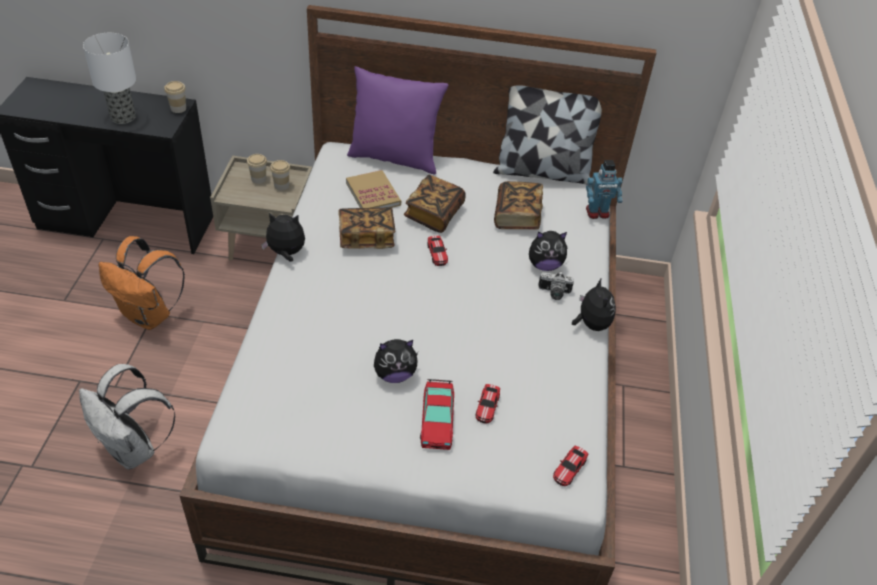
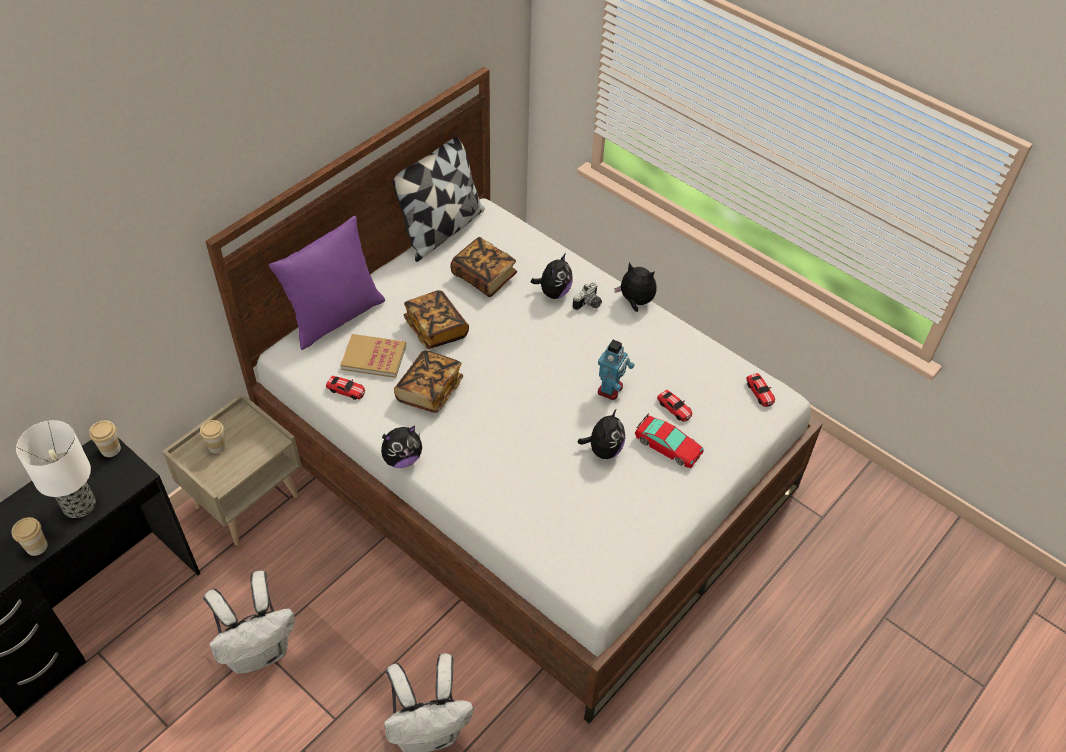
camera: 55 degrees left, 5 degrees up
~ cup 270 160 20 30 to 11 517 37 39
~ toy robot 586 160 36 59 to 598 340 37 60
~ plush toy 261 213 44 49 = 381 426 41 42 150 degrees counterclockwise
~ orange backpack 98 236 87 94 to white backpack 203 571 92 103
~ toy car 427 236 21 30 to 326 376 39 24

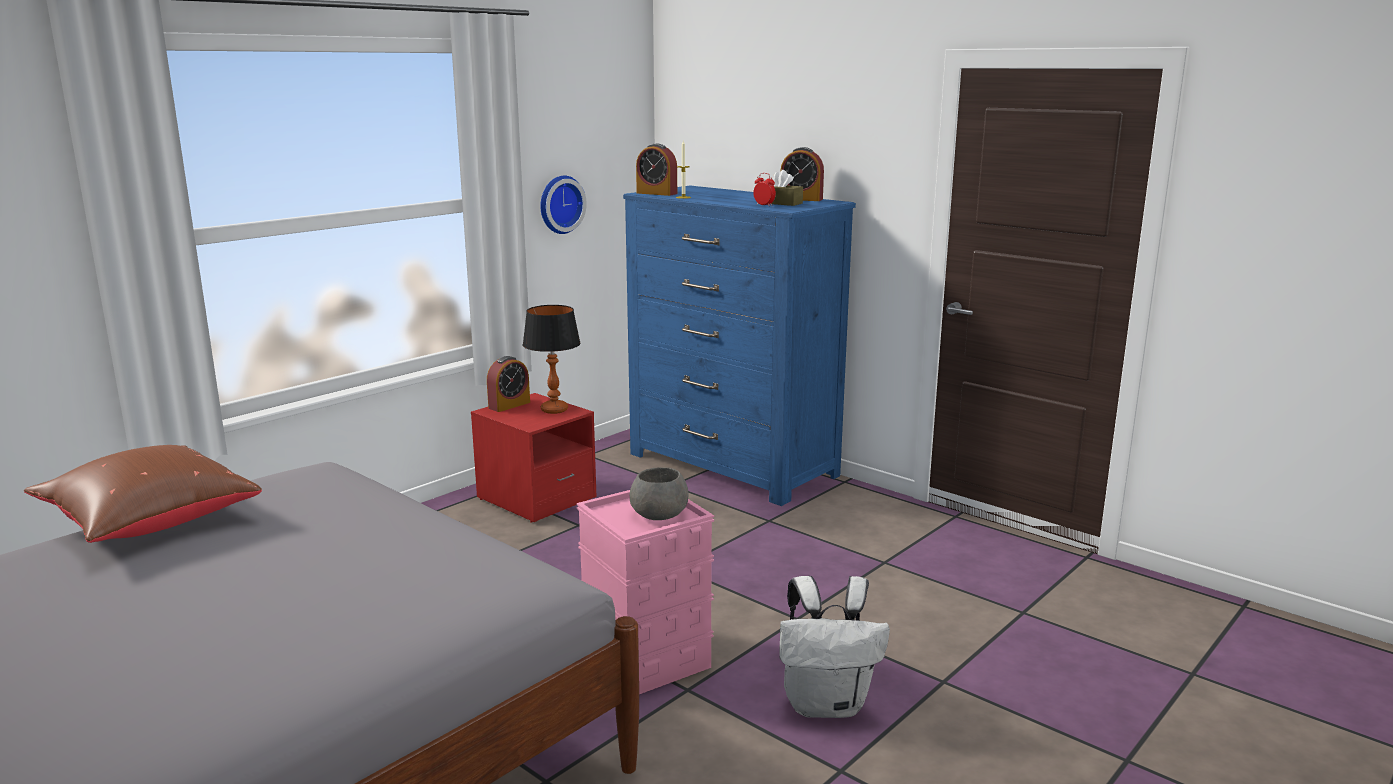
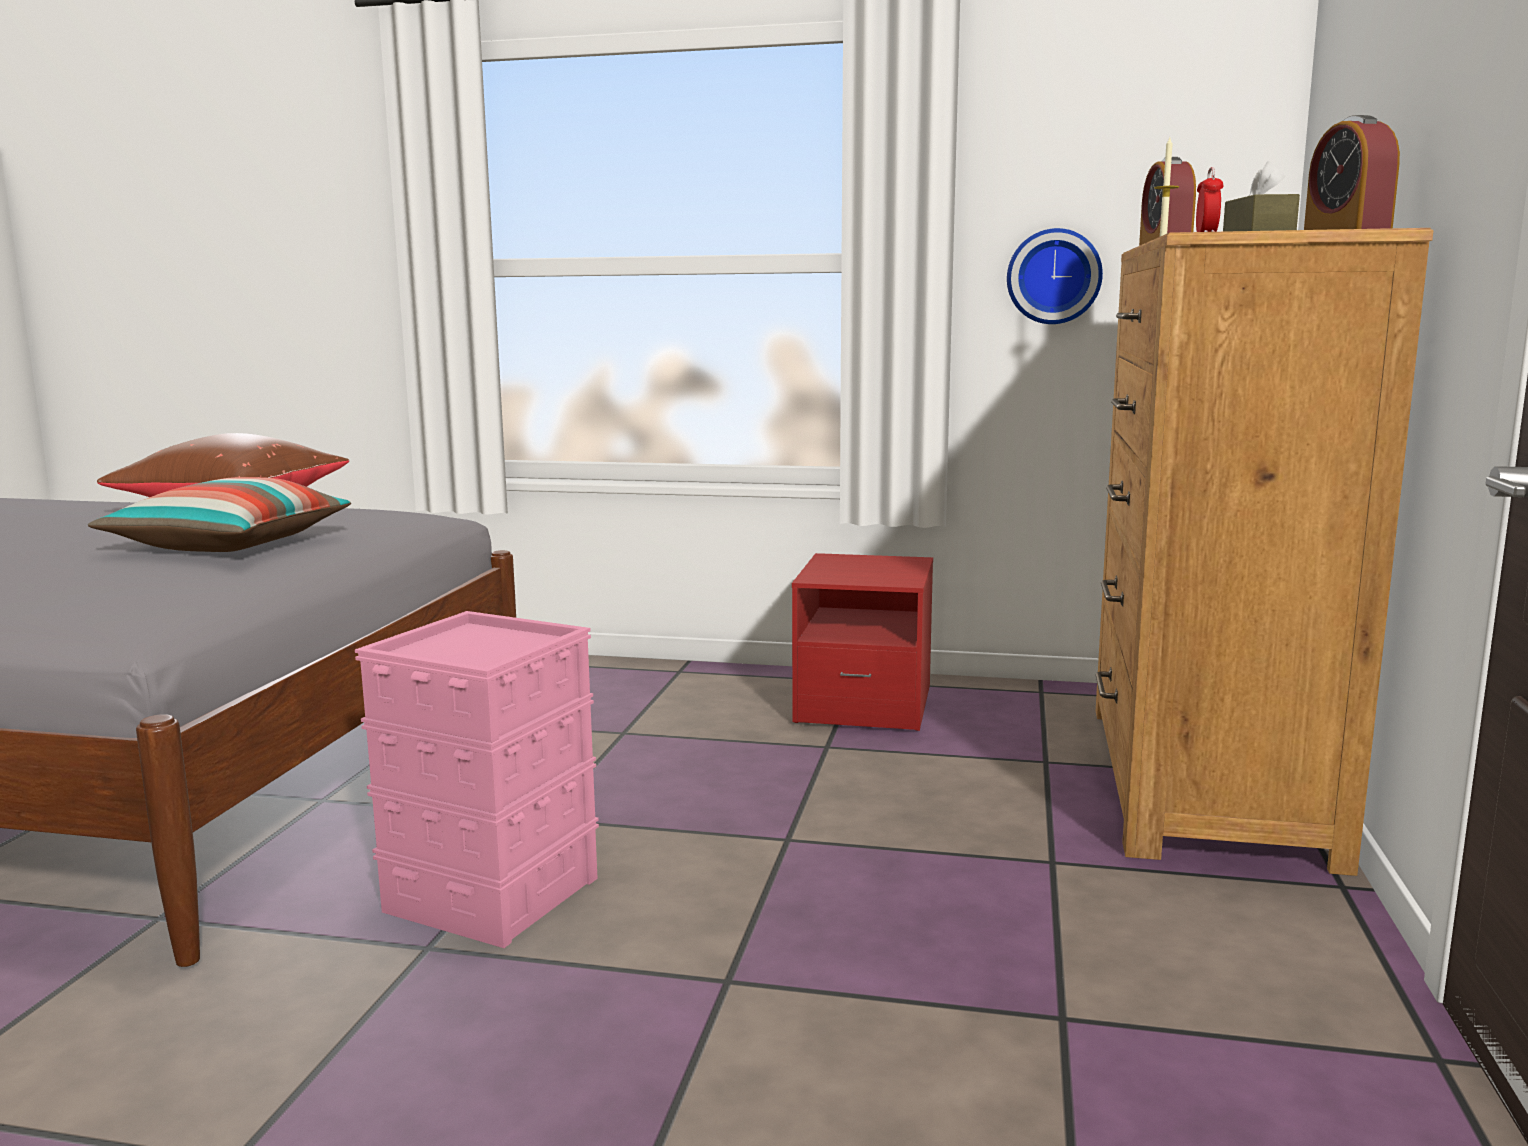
camera: 60 degrees right, 5 degrees down
~ blue dresser 623 186 233 320 to brown dresser 1096 228 337 648
- table lamp 523 305 58 109
- alarm clock 487 356 43 56
- grey bowl 630 467 58 53
- white backpack 779 576 111 142
+ pillow 88 477 263 75

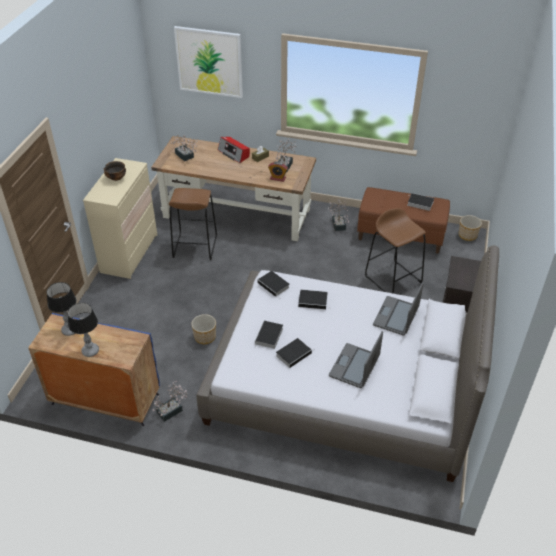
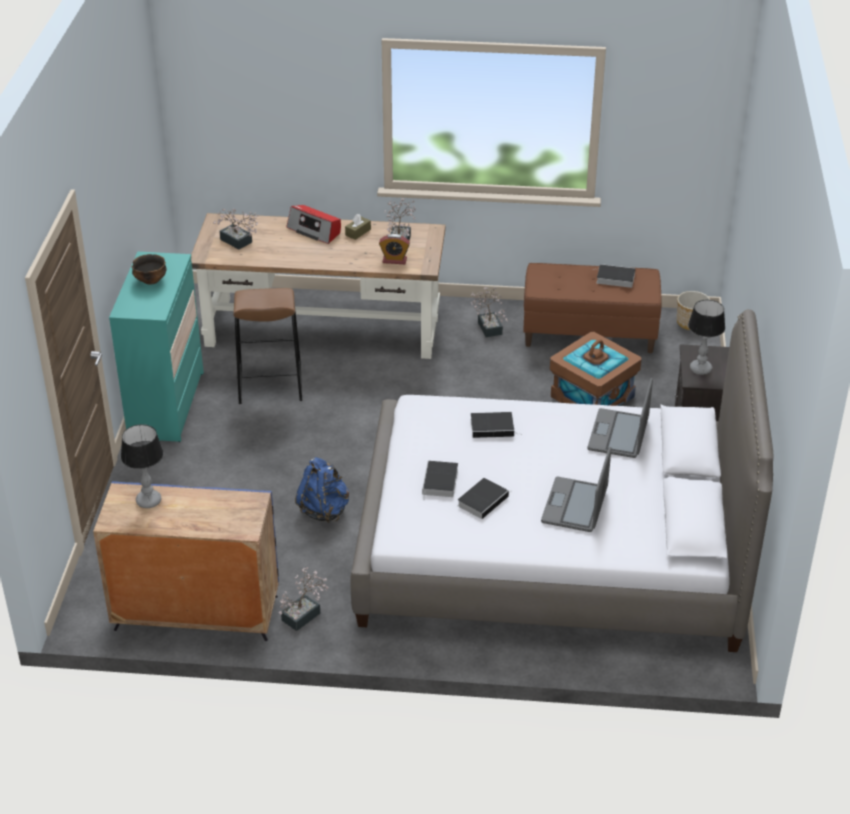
camera: 10 degrees left, 5 degrees down
- picture 174 26 69 72
~ beige dresser 83 158 74 121 to turquoise dresser 109 252 95 190
~ brown stool 365 208 61 86 to brown storage box 550 332 91 74
- book 258 271 32 27
~ table lamp 68 302 31 55 to 688 300 37 75
~ planter 191 314 25 30 to blue backpack 295 457 54 66

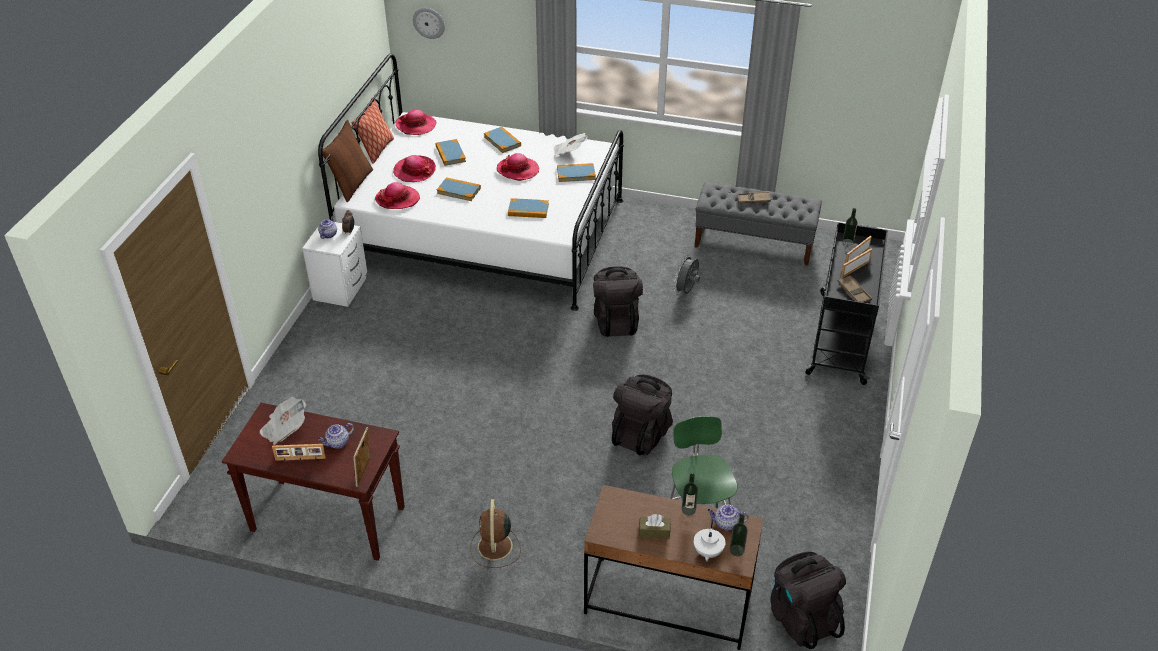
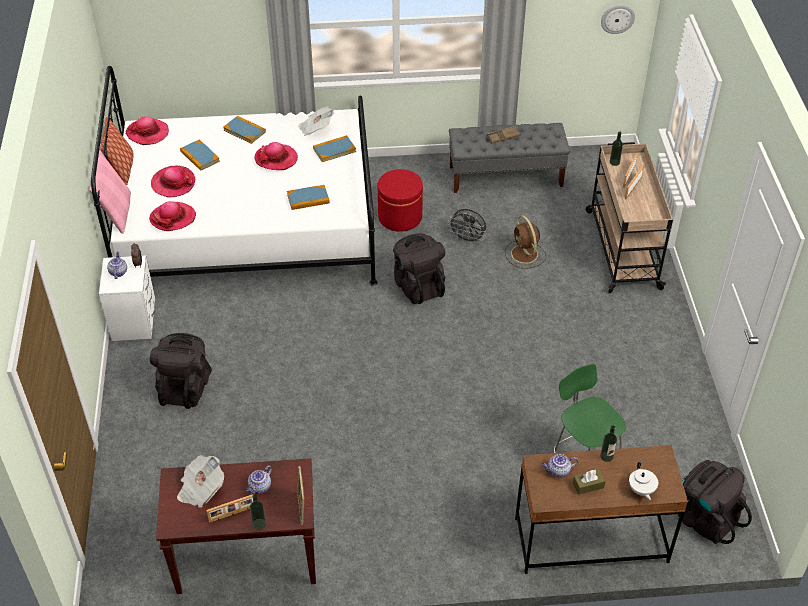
camera: 20 degrees left, 5 degrees up
~ wall clock 413 8 32 31 to 601 5 34 29
~ brown pillow 323 120 50 82 to pink pillow 89 149 42 85
- book 437 177 44 24
~ black cart 805 222 83 163 to beige cart 586 142 87 151
~ grey fan 674 254 26 40 = 448 209 38 35 75 degrees counterclockwise
- brown tray 837 275 35 28
~ black backpack 612 375 61 80 to 150 333 62 76
~ brown fan 470 499 51 69 to 505 215 41 54
~ teapot 707 505 42 25 to 542 454 36 24
~ bottle 730 514 18 42 to 250 494 16 36
+ red ottoman 377 169 46 63

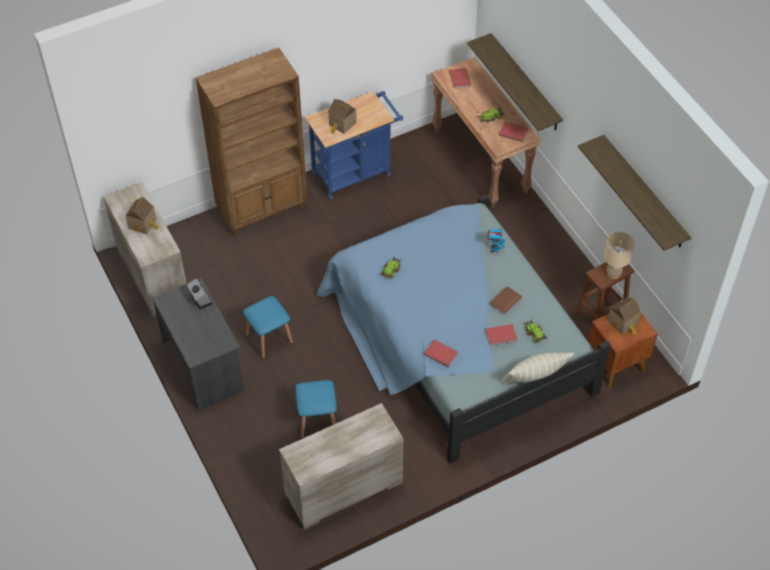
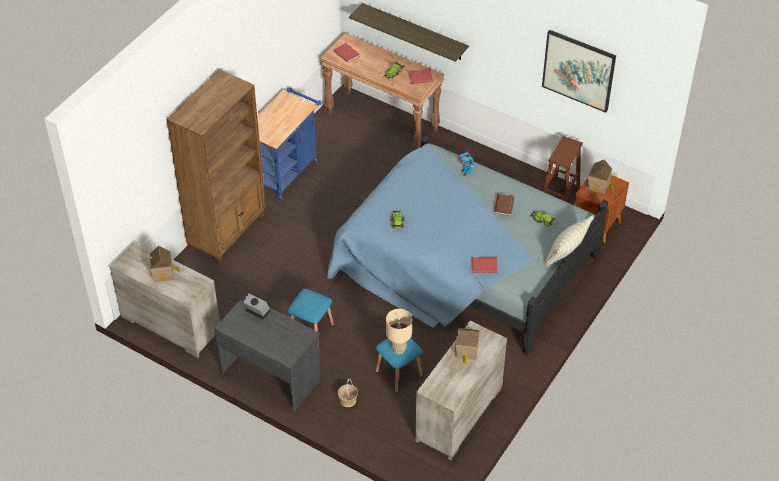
camera: 30 degrees left, 5 degrees down
~ toy house 328 99 29 35 to 455 328 24 37
~ shelf 578 135 113 116 to picture 542 30 74 83
~ beige table lamp 604 232 30 47 to 386 309 26 45
- red book 486 324 32 22
+ basket 338 379 20 28

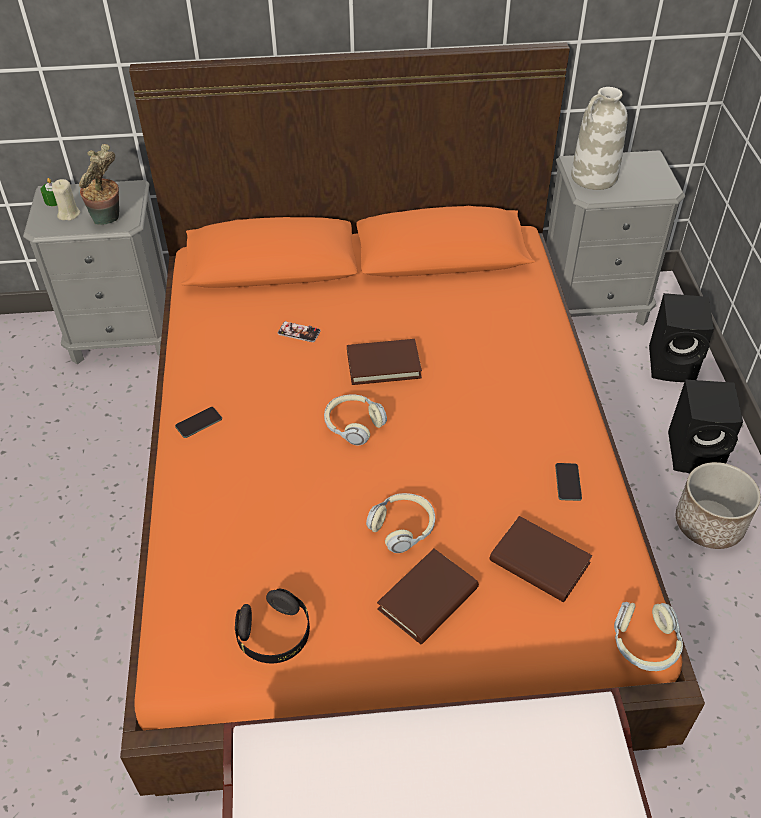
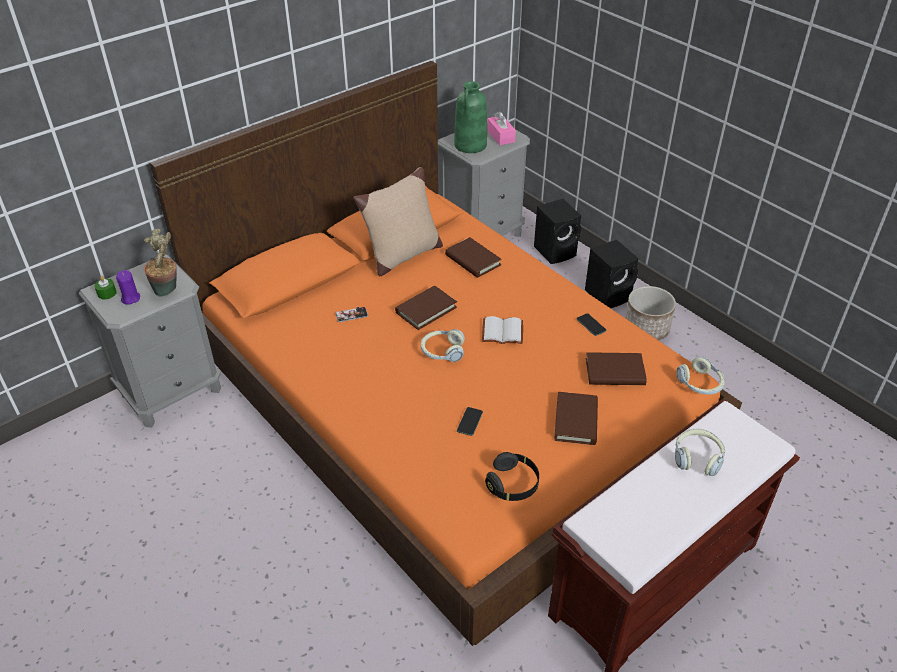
camera: 35 degrees left, 5 degrees down
~ white vase 571 87 57 103 to green vase 454 81 33 72
~ beige candle 52 179 28 42 to purple candle 116 270 24 35
~ phone 175 407 47 31 to 457 407 26 29
~ headphones 366 493 69 60 to 675 429 50 47
+ pink tissue box 487 112 29 33
+ beige pillow 353 167 90 109
+ brown book 445 237 57 41
+ white book 482 316 41 28

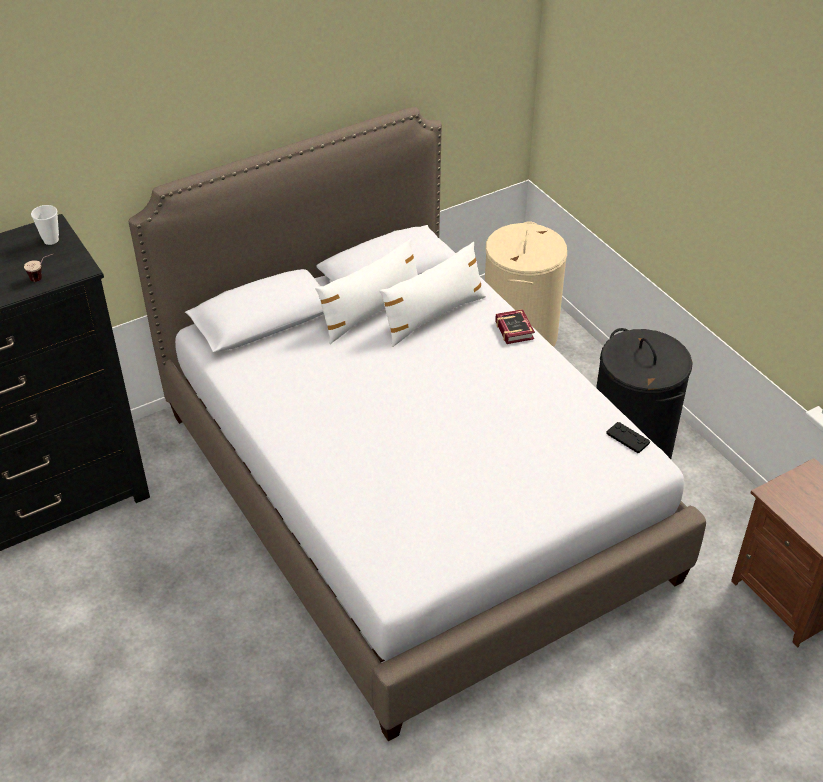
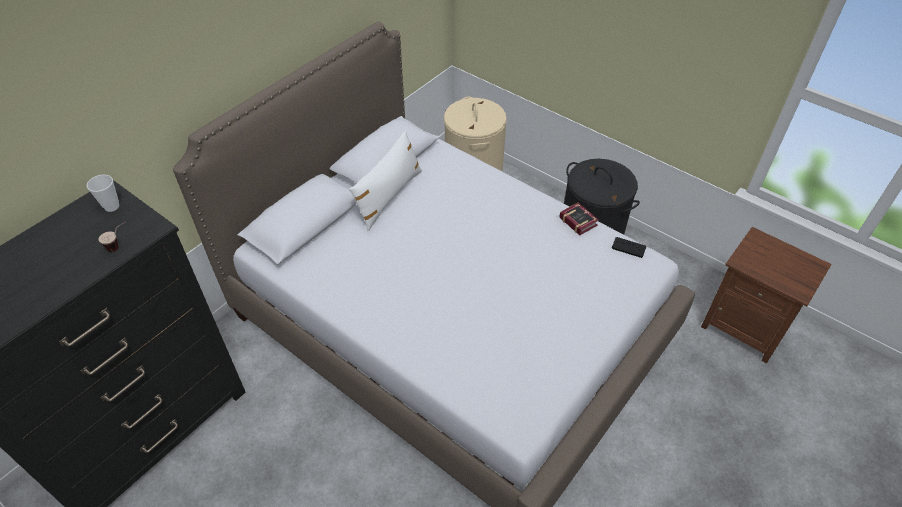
camera: 20 degrees left, 5 degrees up
- white pillow 379 242 107 105
~ book 495 309 40 35 to 559 203 40 32

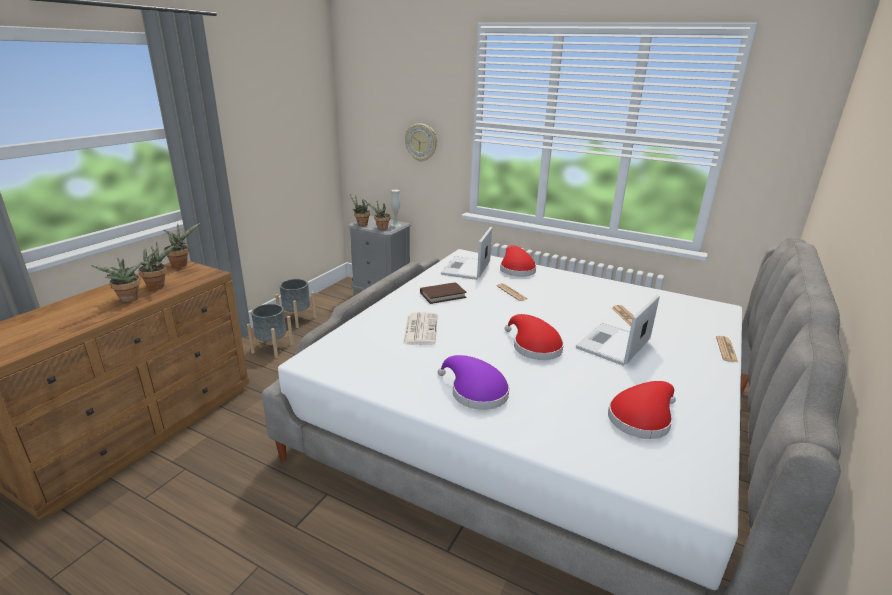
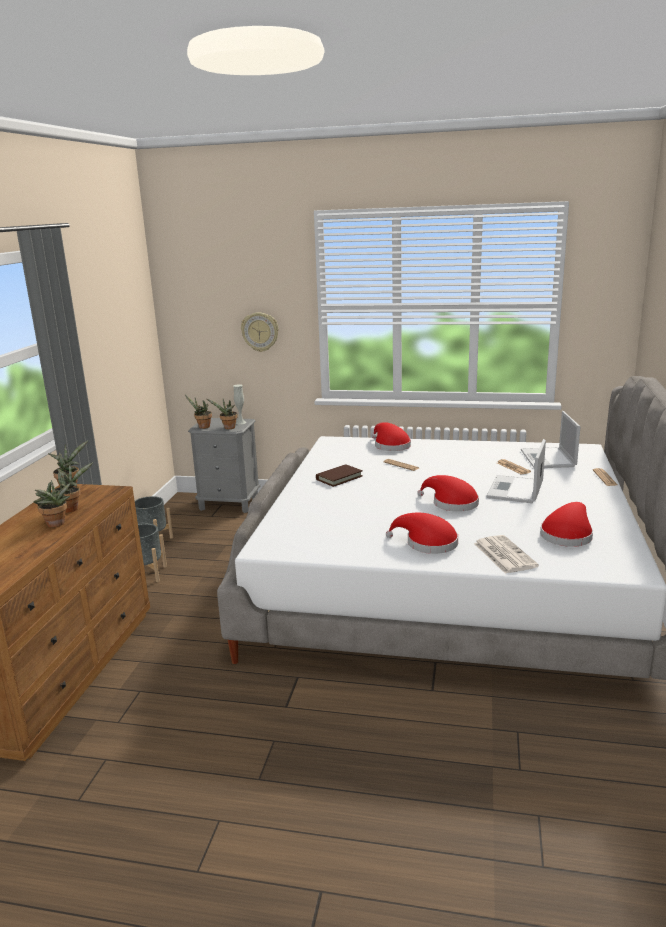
camera: 15 degrees left, 5 degrees down
~ laptop 441 227 51 53 to 521 411 59 57
~ newspaper 403 312 34 33 to 474 535 65 39
~ purple hat 438 355 71 55 to red hat 386 513 72 41

